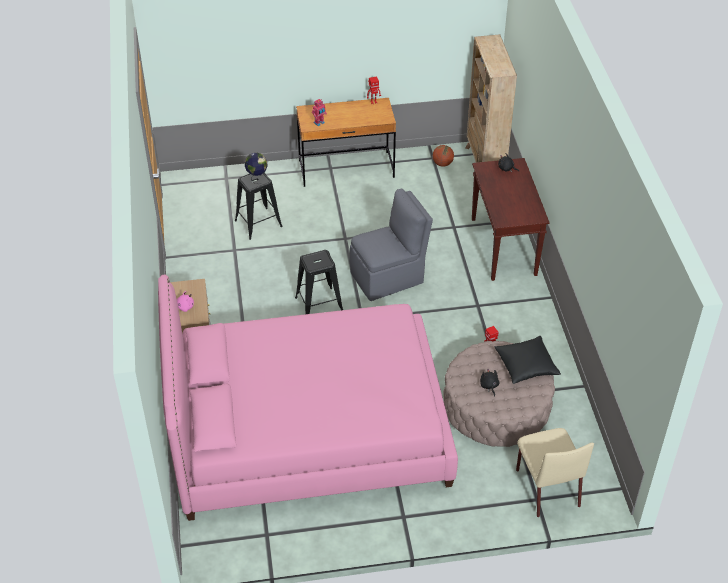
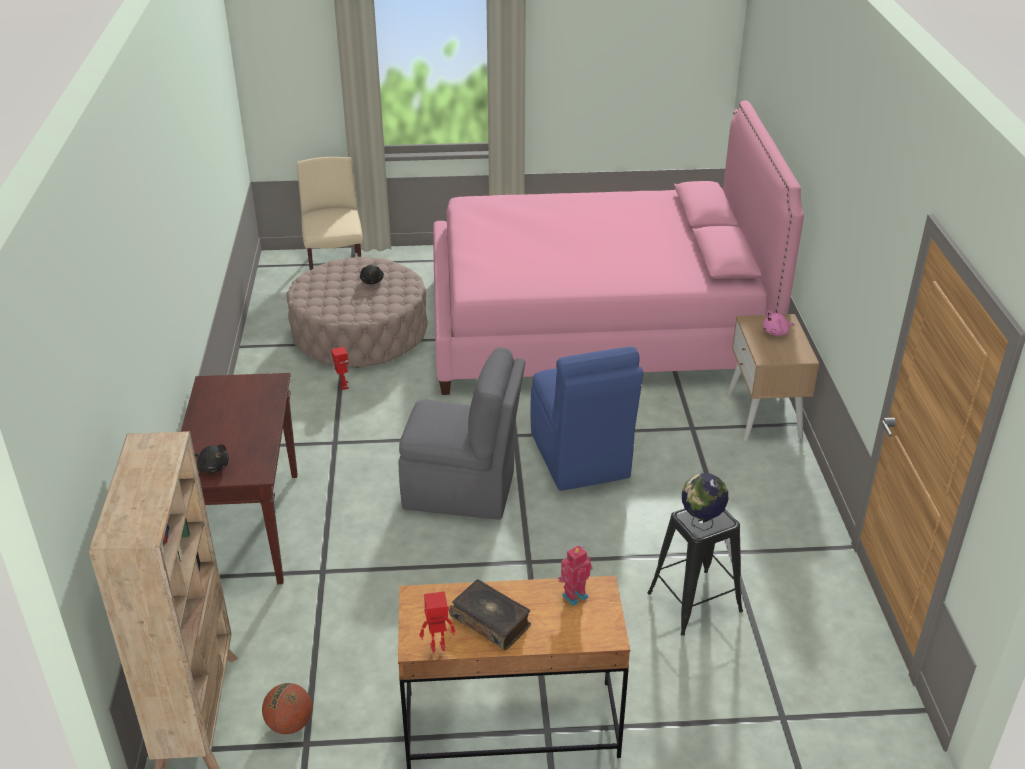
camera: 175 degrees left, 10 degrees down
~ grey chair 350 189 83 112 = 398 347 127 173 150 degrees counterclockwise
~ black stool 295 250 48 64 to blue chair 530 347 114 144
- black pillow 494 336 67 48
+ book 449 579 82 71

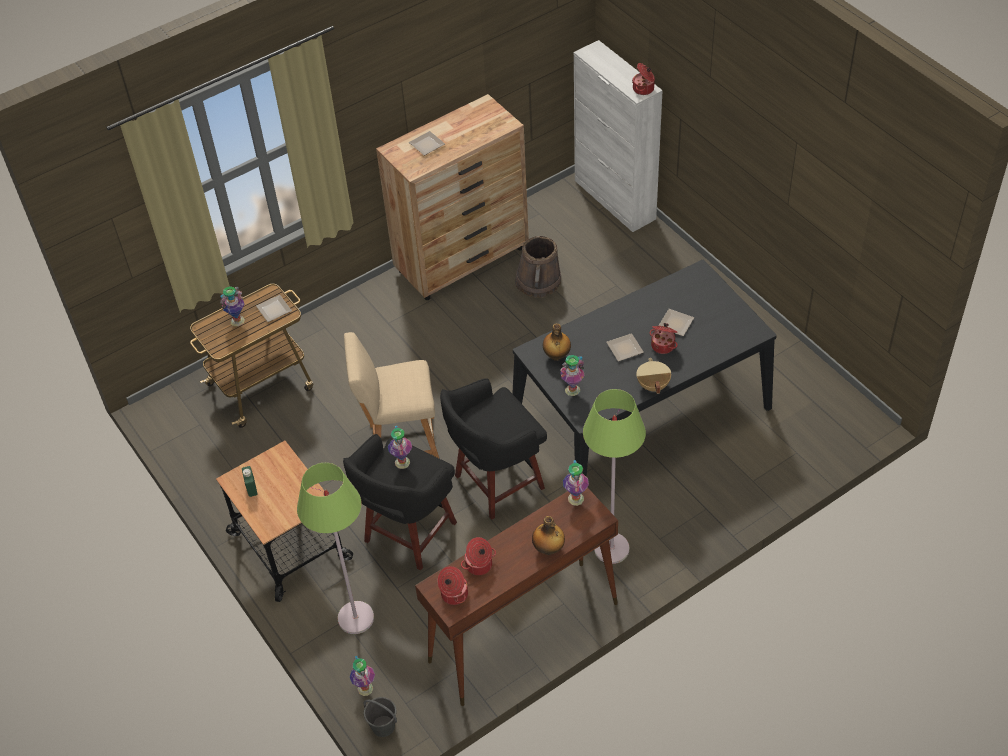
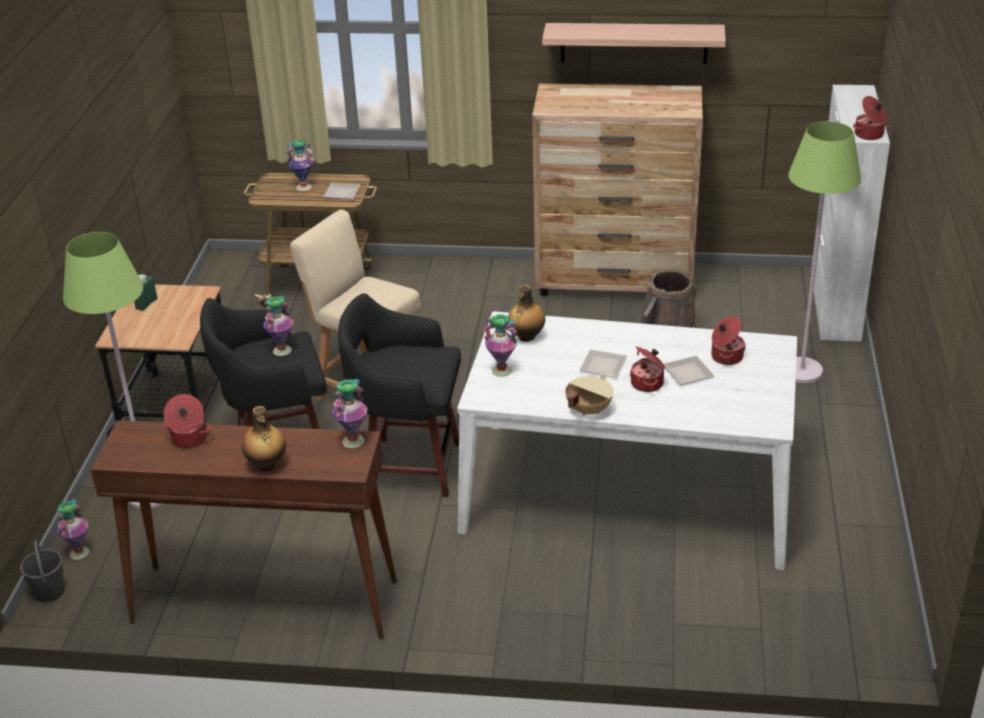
camera: 40 degrees right, 15 degrees down
- plate 409 131 36 25
~ black dining table 512 260 265 217 to white dining table 457 311 340 259
~ green floor lamp 583 389 63 175 to 788 121 73 262
~ cooking pot 438 566 30 39 to 711 316 35 49
+ shelf 542 23 184 41

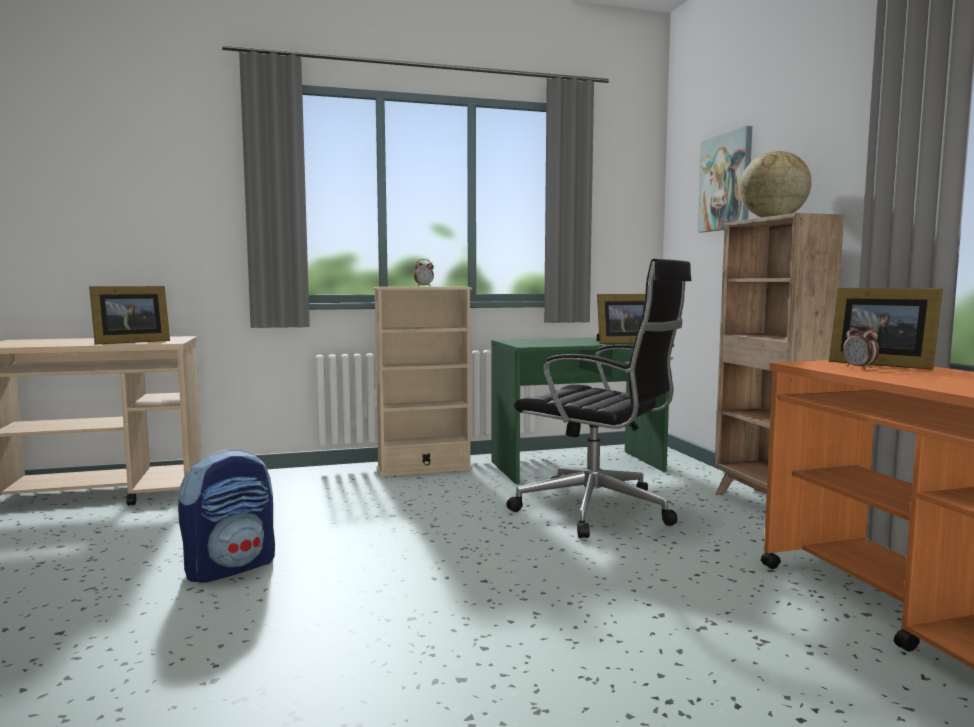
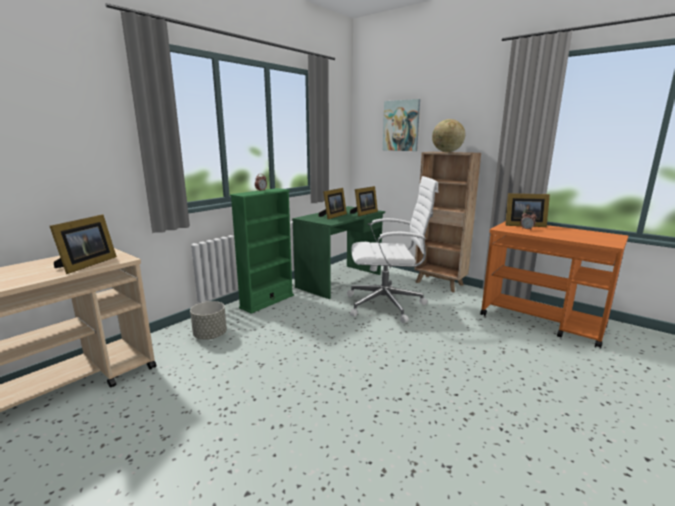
camera: 35 degrees left, 10 degrees up
~ black office chair 507 259 184 279 to white office chair 347 176 91 147
~ beige bookcase 373 287 100 190 to green bookcase 230 188 64 126
- backpack 178 449 97 134
+ picture frame 318 188 29 32
+ grey planter 190 301 37 39

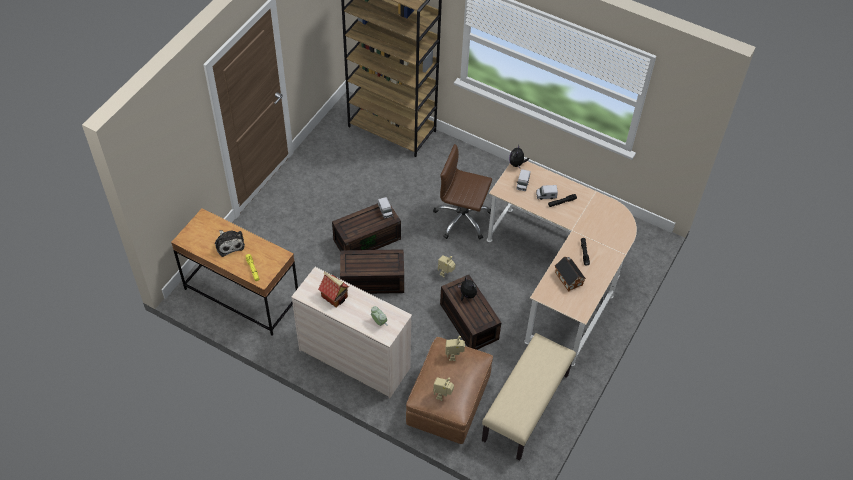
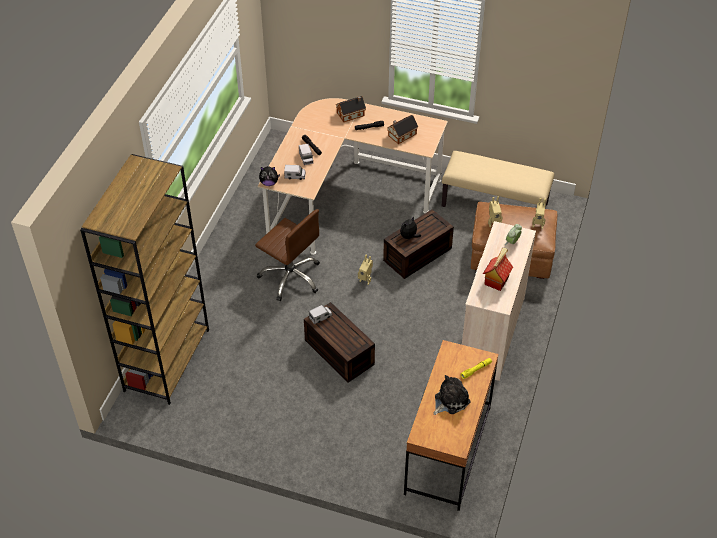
camera: 100 degrees left, 5 degrees down
~ brown office chair 433 144 59 96 = 255 209 65 92 60 degrees counterclockwise
- brown storage box 340 249 64 45
+ toy house 336 96 30 26

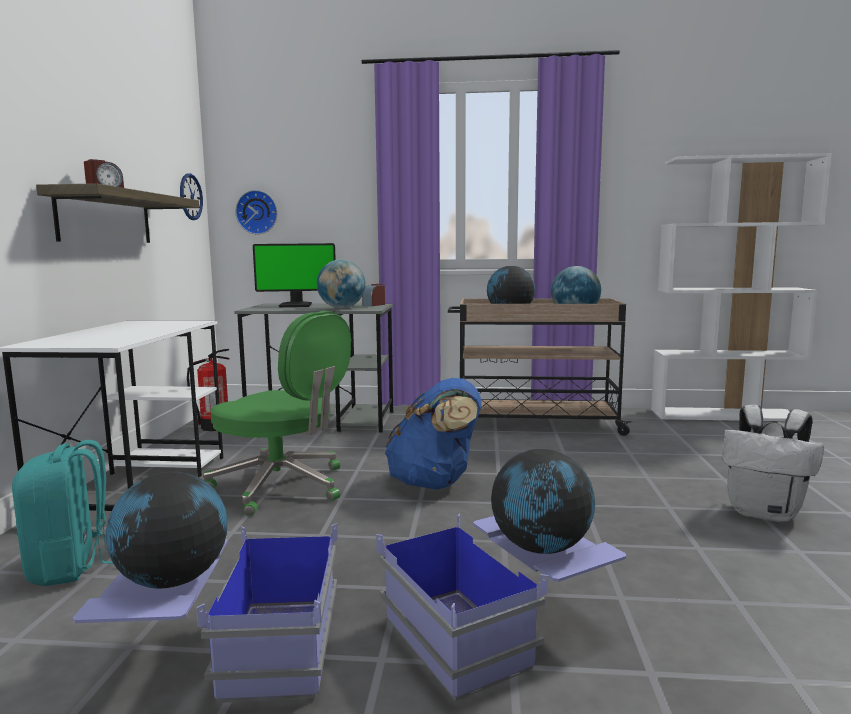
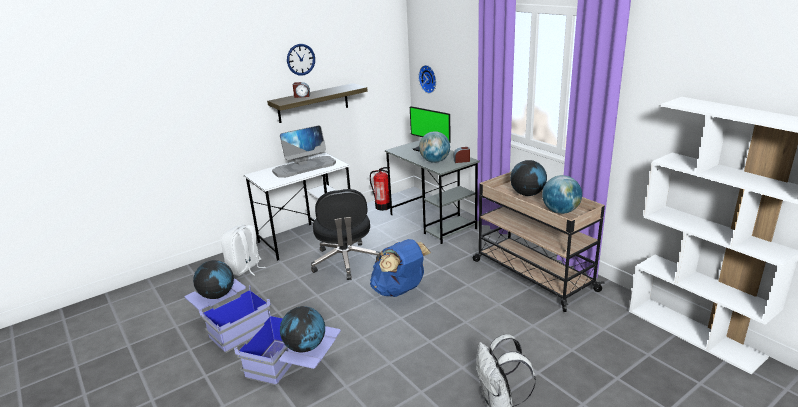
camera: 50 degrees right, 15 degrees up
~ wall clock 180 173 23 47 to 287 44 28 31
~ green office chair 203 311 148 205 to black office chair 311 189 69 91
~ turquoise backpack 12 440 101 146 to white backpack 221 225 45 51
+ monitor 272 125 64 53

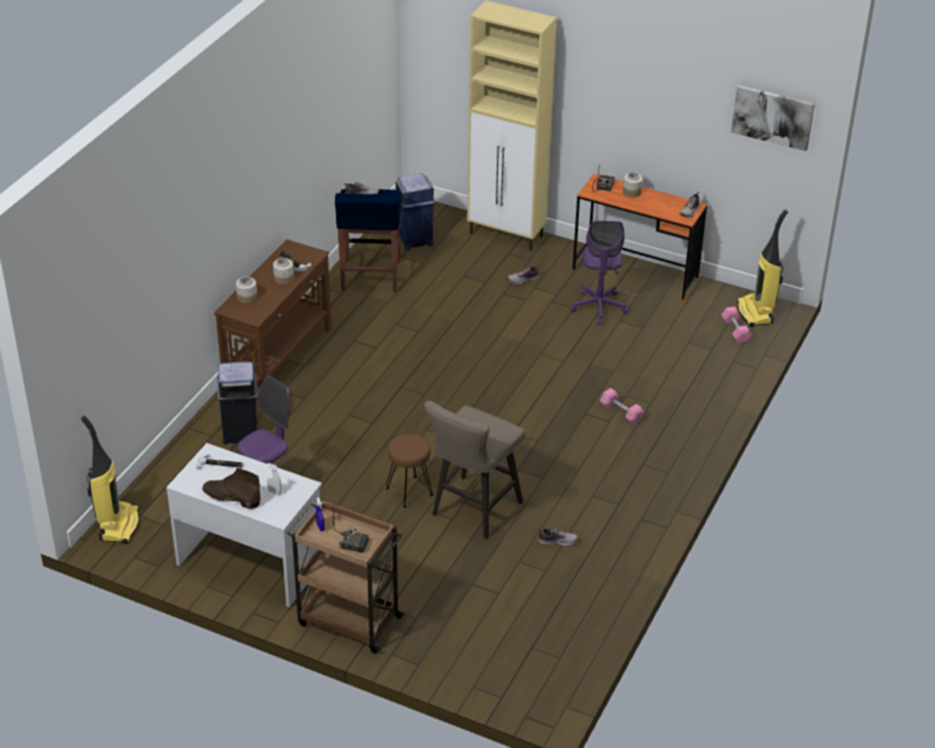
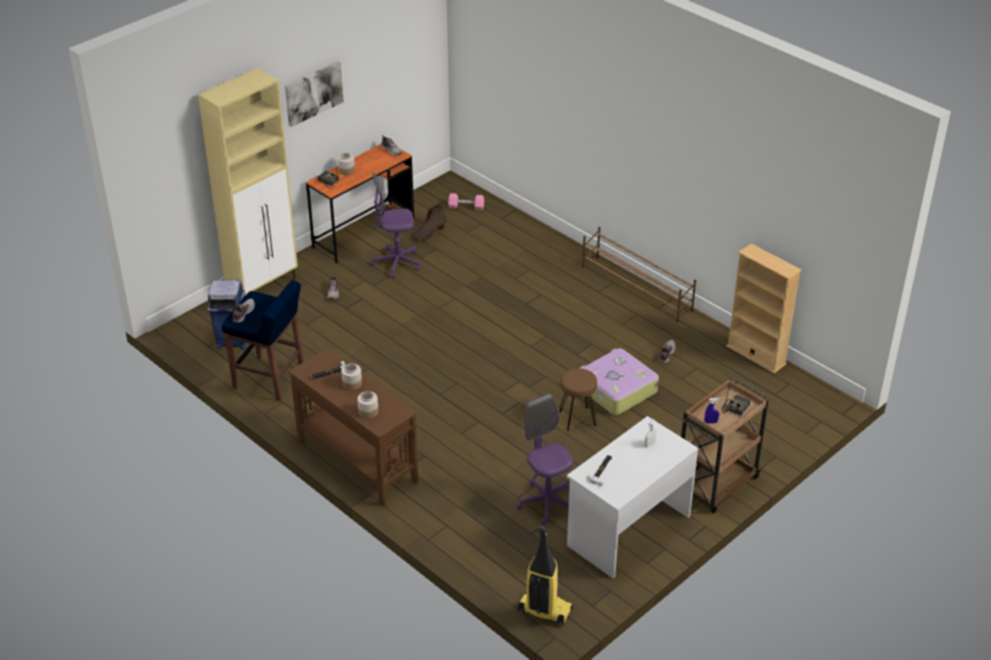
camera: 70 degrees left, 0 degrees up
~ picture 731 85 84 66 to 285 61 59 66
- vacuum cleaner 737 209 51 118
~ purple office chair 570 221 58 104 = 371 173 49 105 150 degrees clockwise
- blue trash can 218 361 39 84
- pink dumbbell 600 388 44 37
~ beige stool 424 401 101 138 to suitcase 580 348 79 67
~ brown boot 202 468 59 41 to 413 203 33 38
+ brown shoe rack 582 227 114 95
+ beige bookcase 726 244 75 129

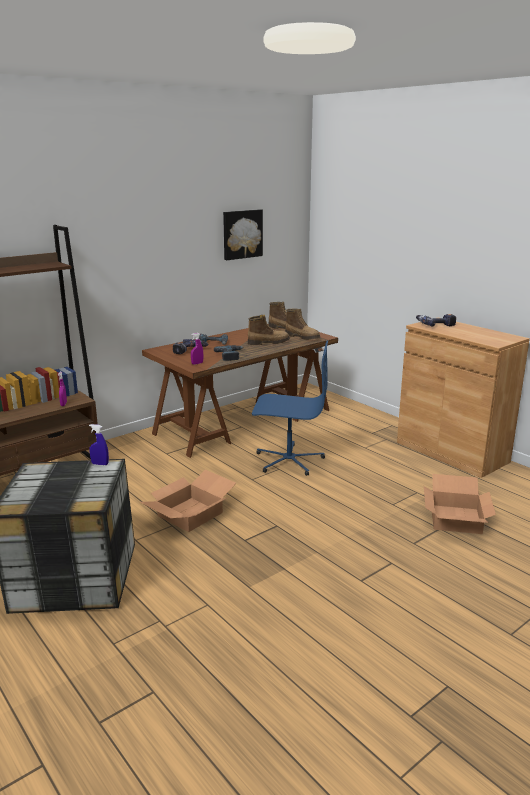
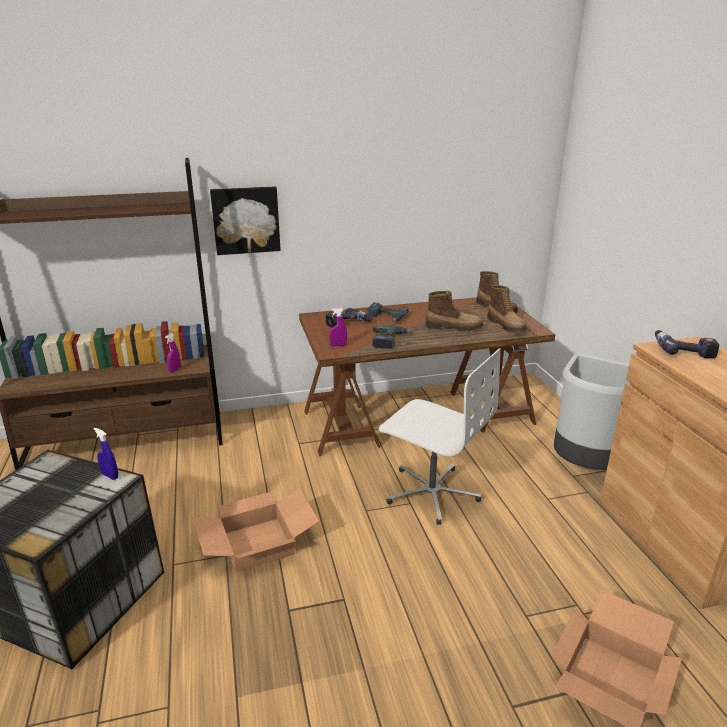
camera: 25 degrees right, 5 degrees up
~ picture 223 209 40 51 to 210 186 71 69
~ blue office chair 252 340 76 136 to white office chair 379 348 122 177
+ grey trash can 554 353 76 117

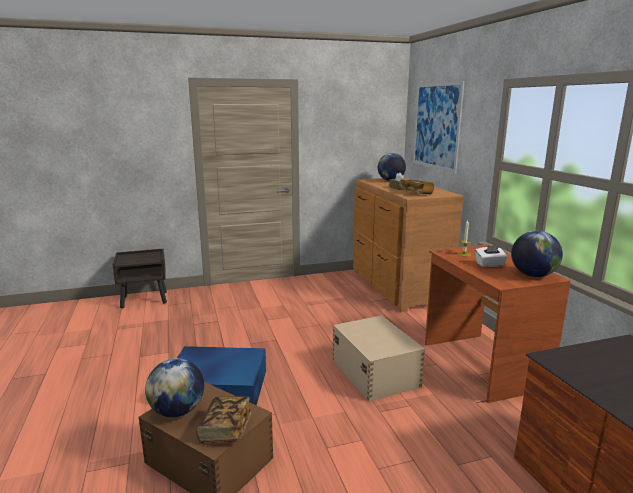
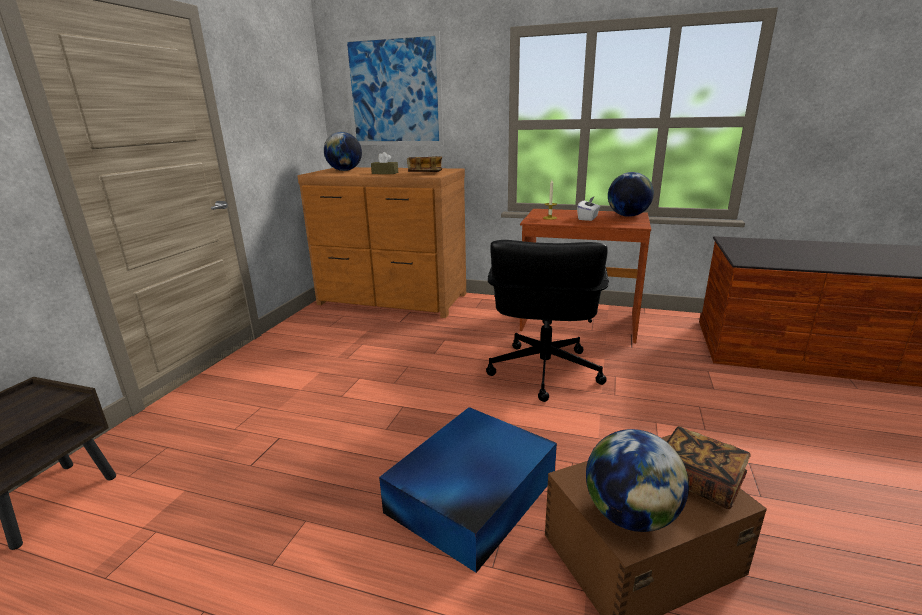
camera: 55 degrees left, 5 degrees up
~ beige storage box 333 315 92 87 to black office chair 486 240 123 162

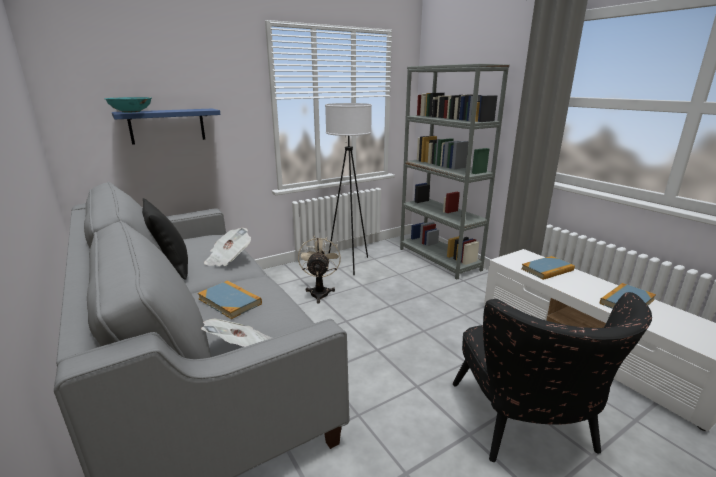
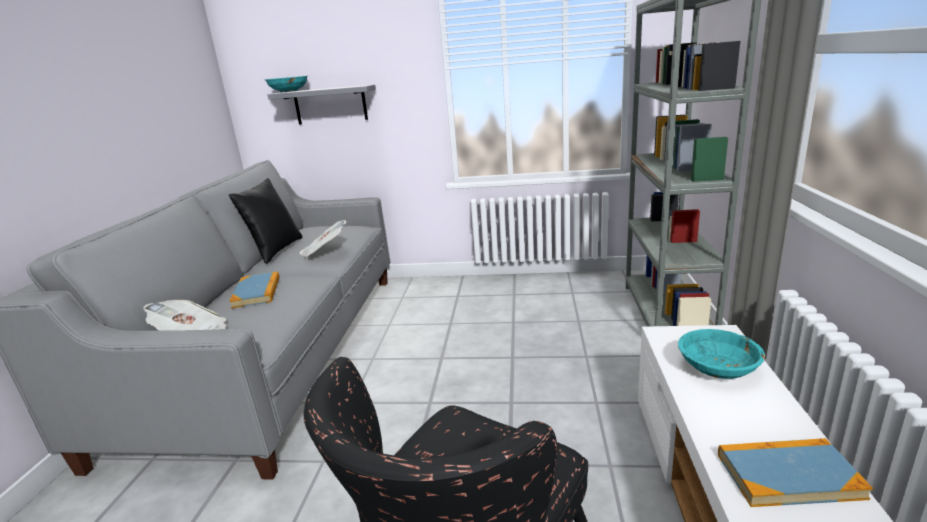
camera: 40 degrees right, 0 degrees up
- white floor lamp 325 103 47 172
~ blue shelf 112 109 109 36 to grey shelf 267 85 109 40
- beige fan 298 236 43 68
~ book 521 256 54 24 to turquoise bowl 678 329 87 50

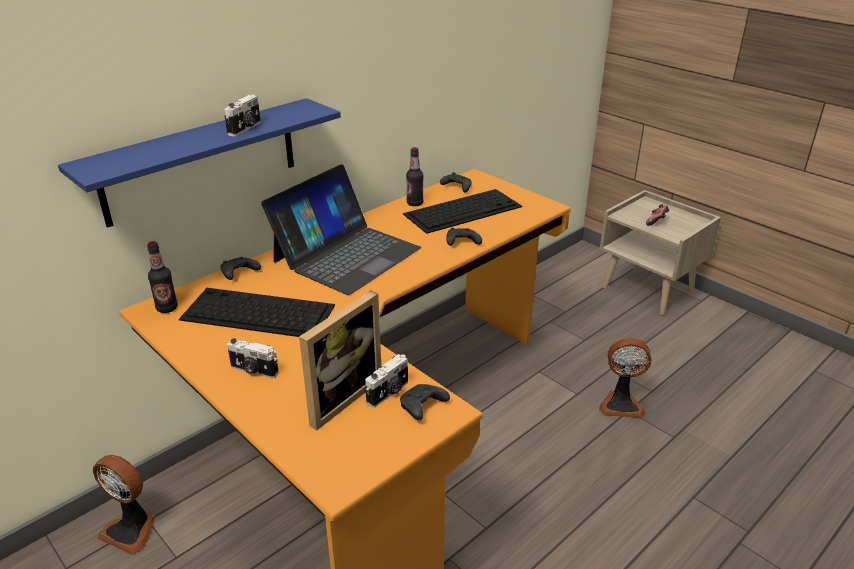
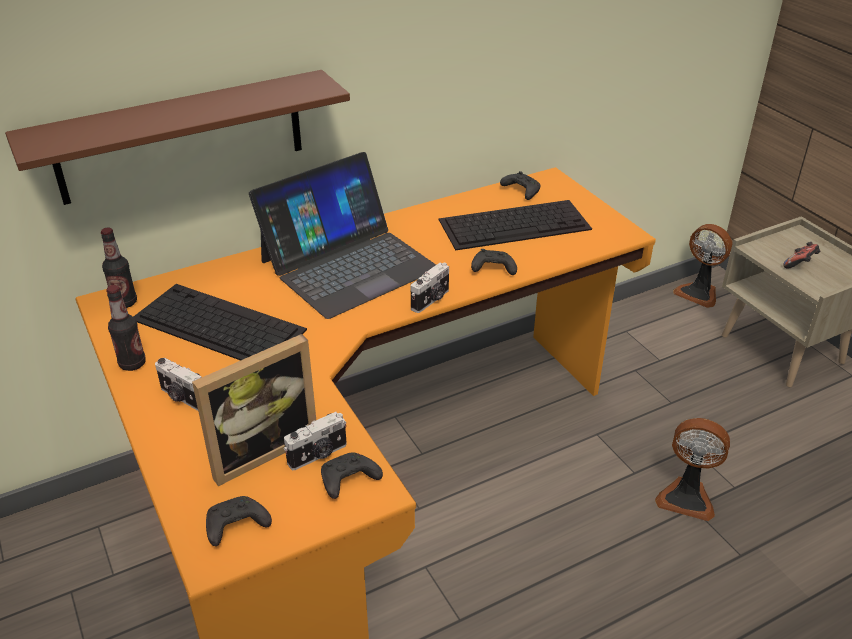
camera: 15 degrees right, 5 degrees up
~ photo camera 224 95 37 42 to 411 262 38 51
~ blue shelf 58 98 283 130 to brown shelf 5 70 345 135
~ bottle 406 147 18 59 to 106 285 40 86
~ black game controller 220 257 41 23 to 206 496 66 50
~ fan 93 455 62 100 to 673 224 59 84

